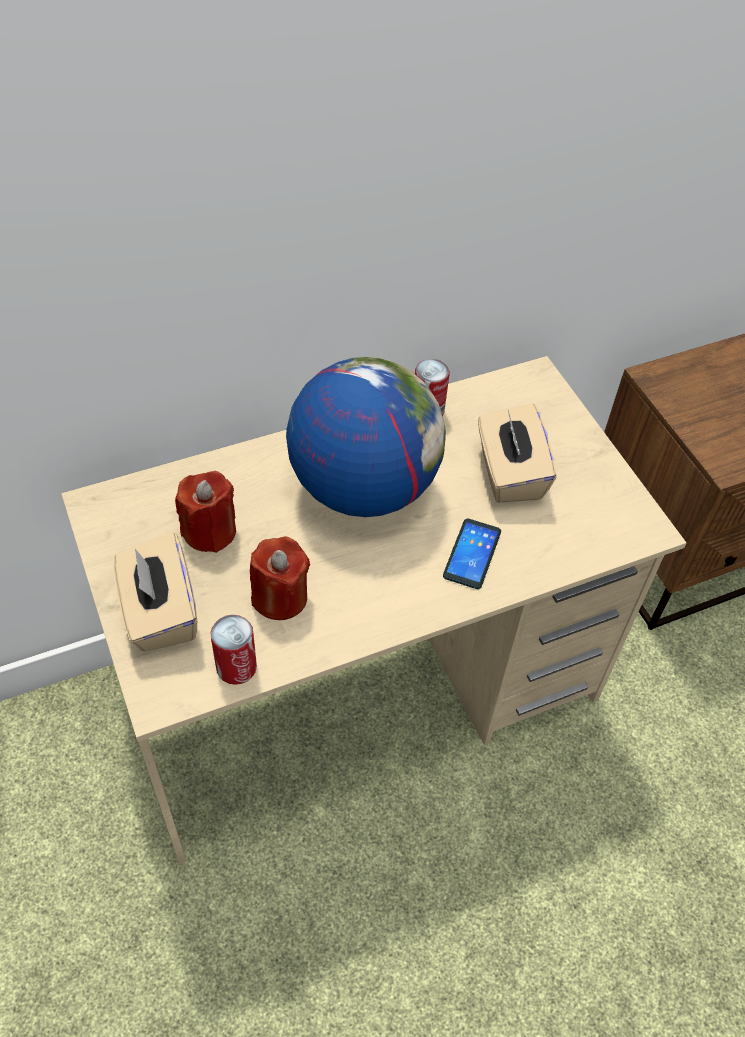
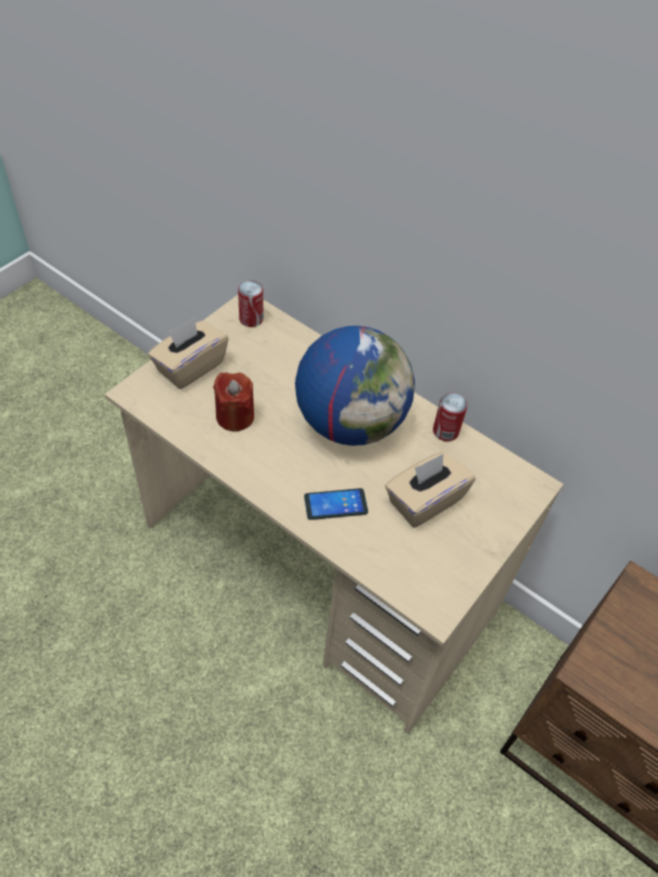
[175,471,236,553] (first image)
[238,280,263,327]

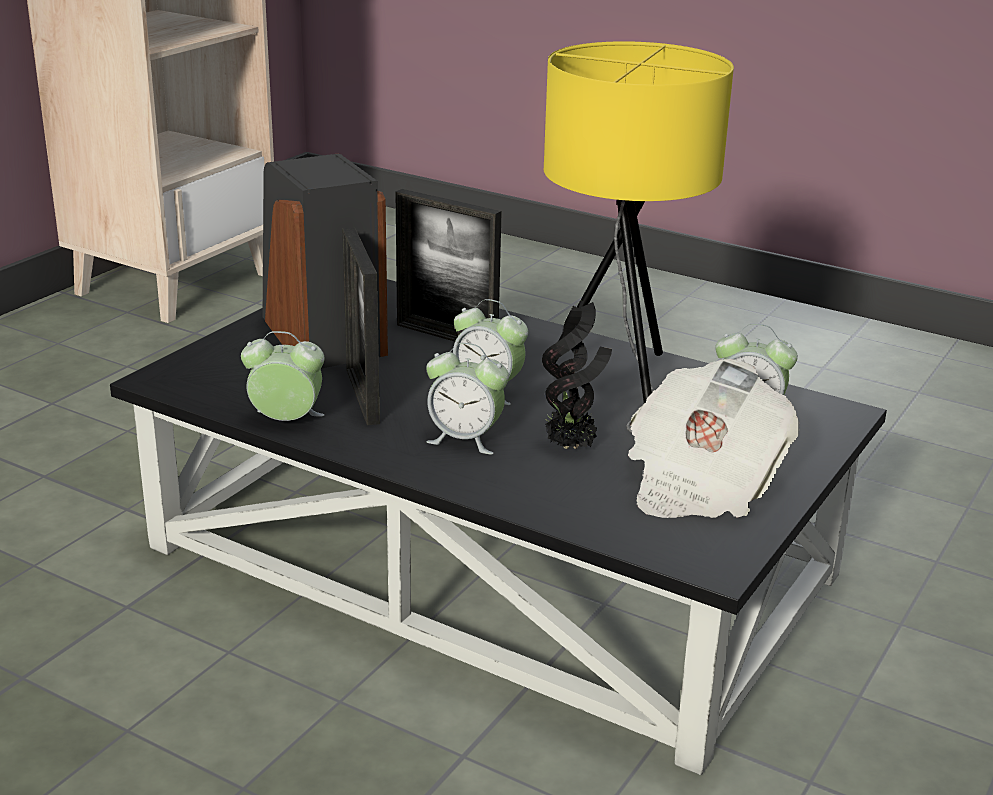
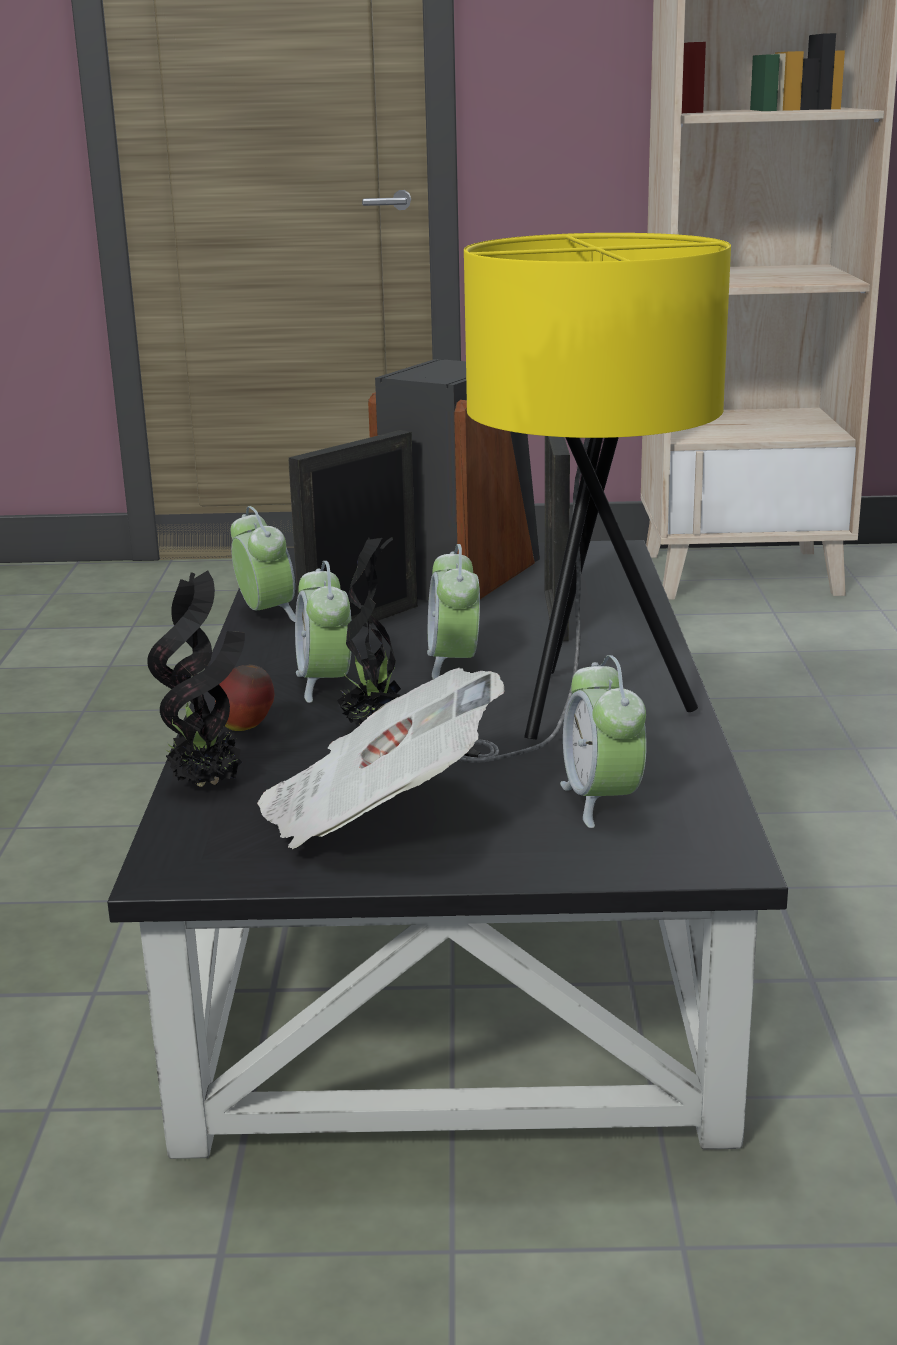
[147,570,245,787]
[215,665,274,731]

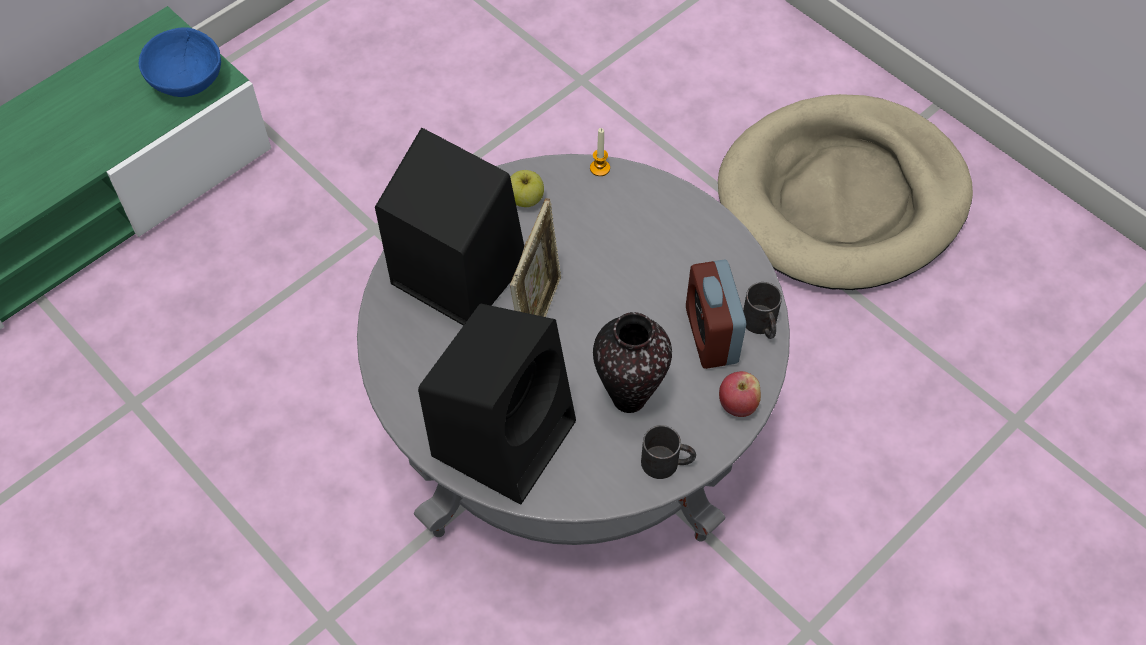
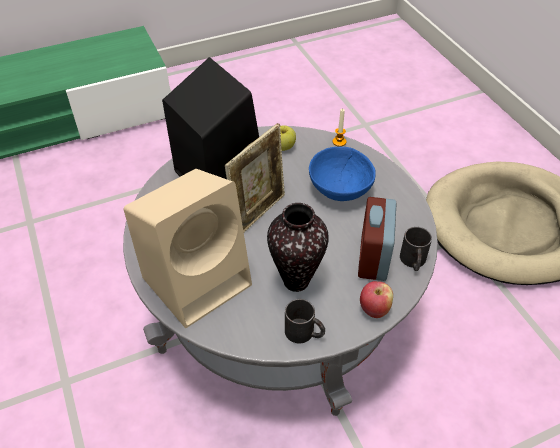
[309,147,376,201]
[123,169,252,328]

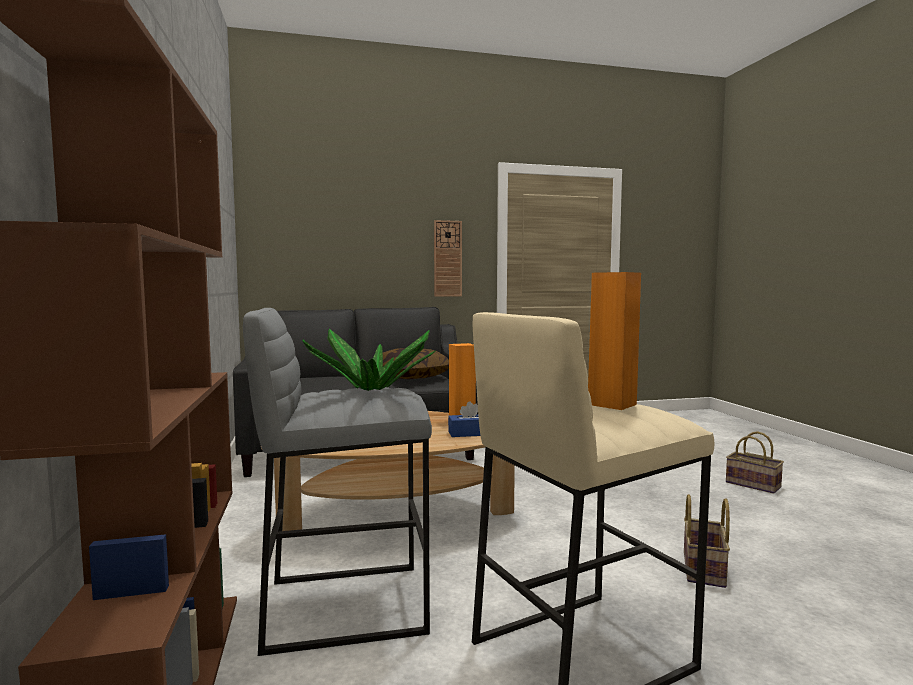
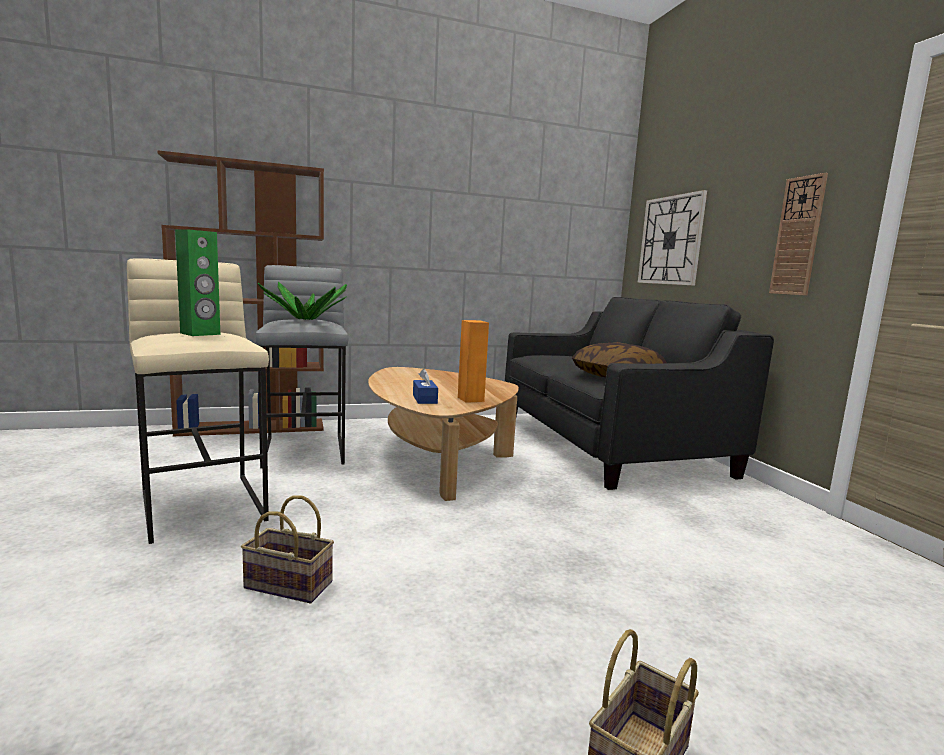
[175,229,220,336]
[638,190,707,286]

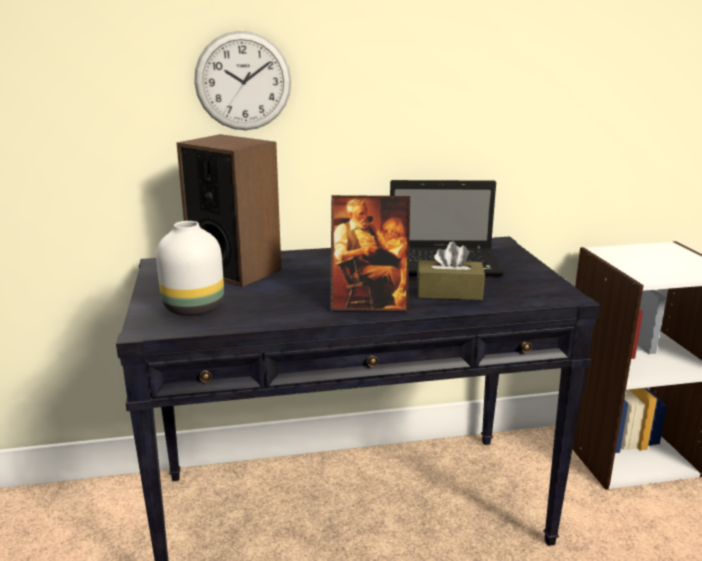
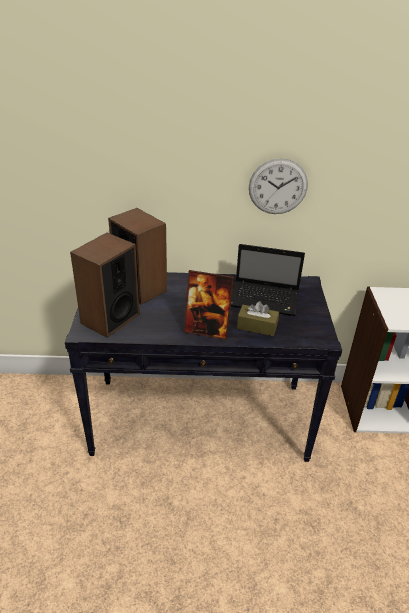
[70,233,139,338]
[249,158,308,214]

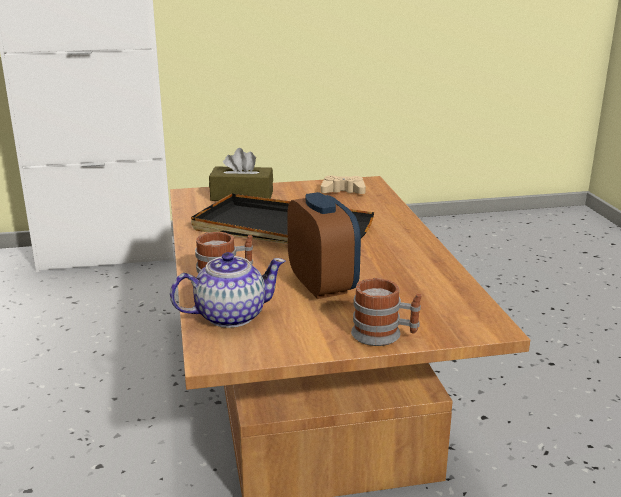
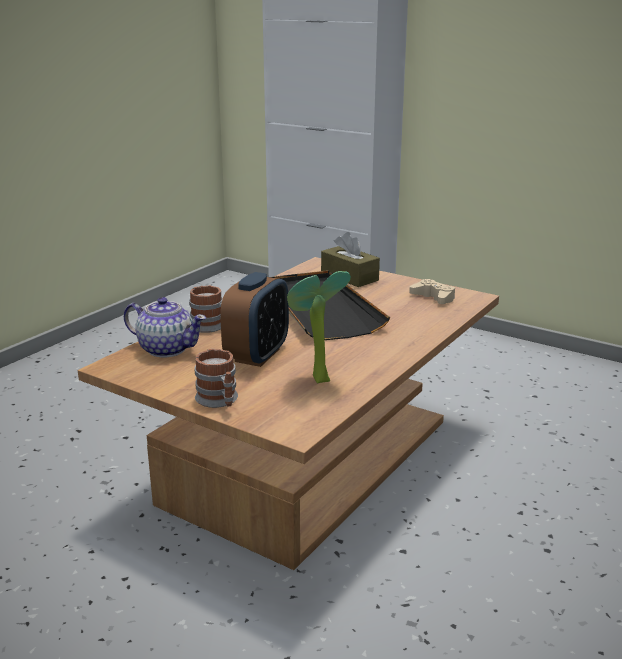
[287,271,351,384]

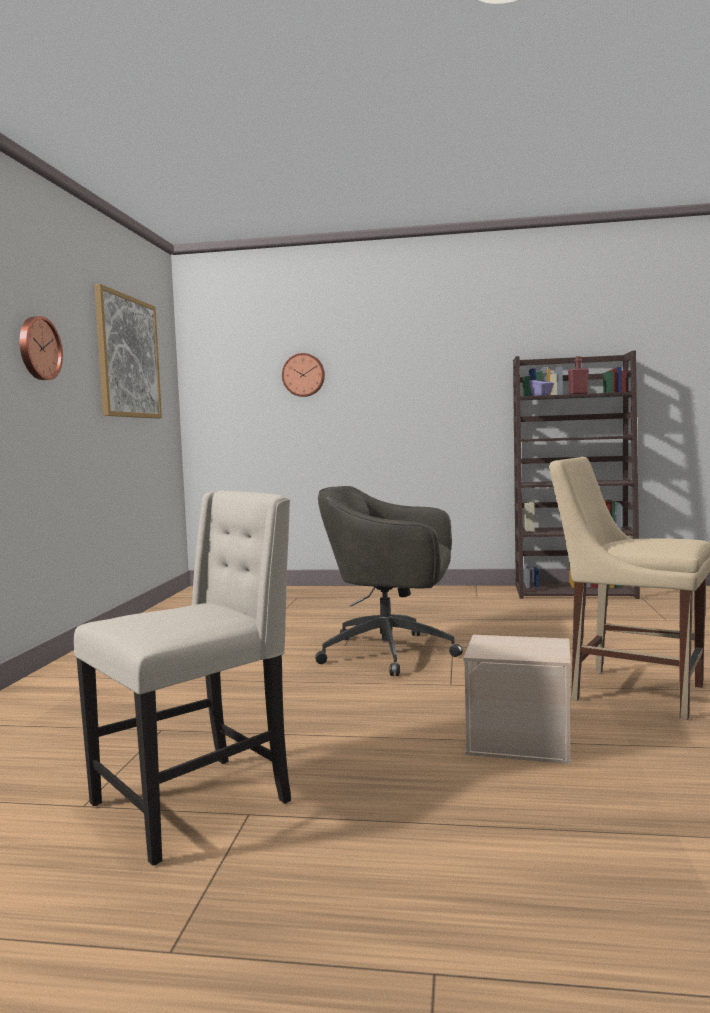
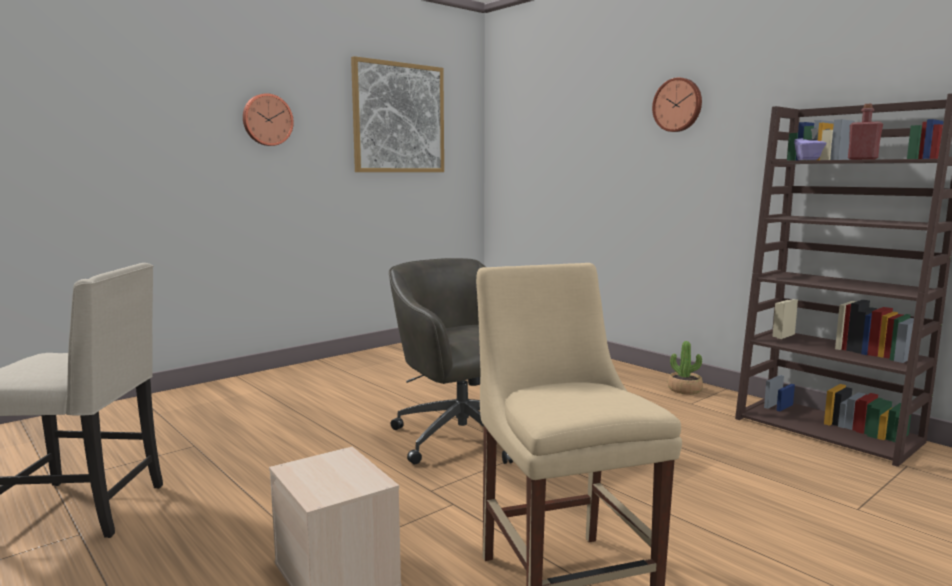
[652,77,702,132]
[668,341,703,394]

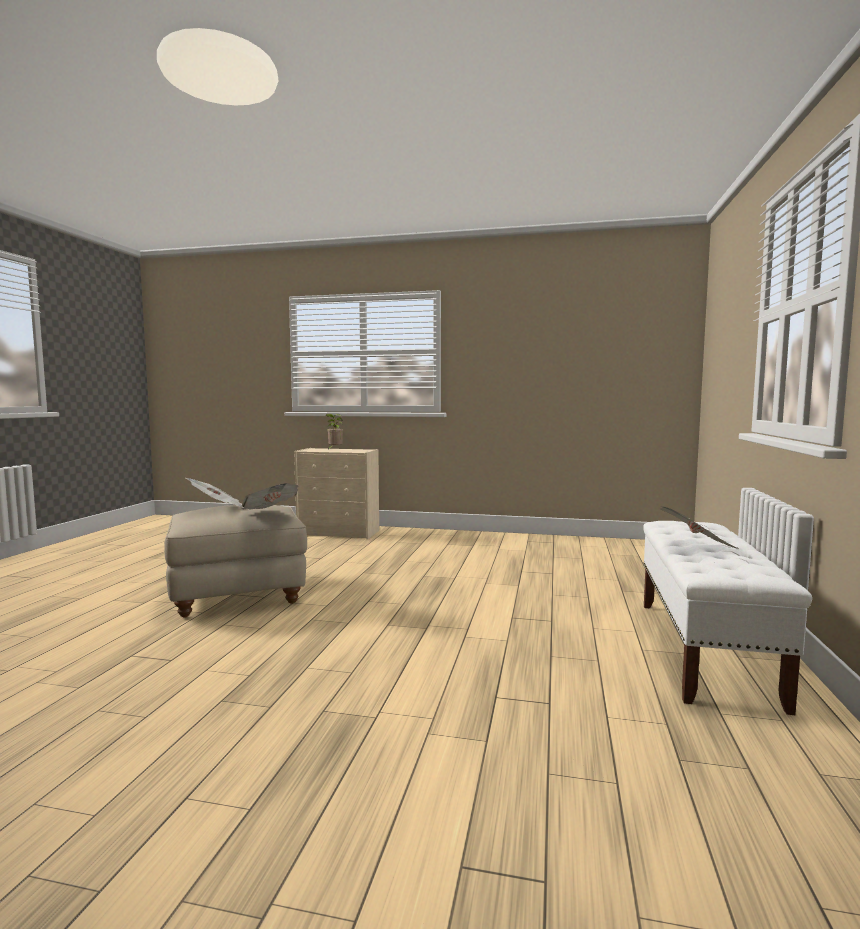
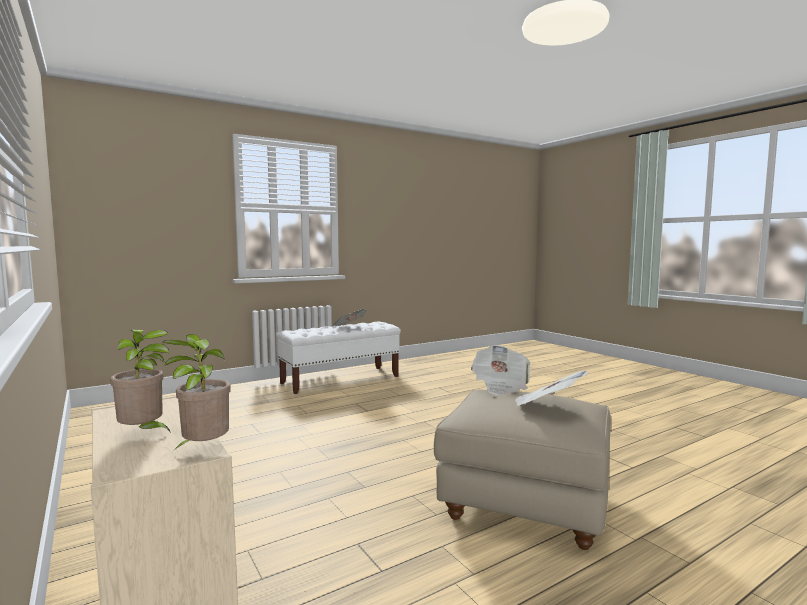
[163,334,231,450]

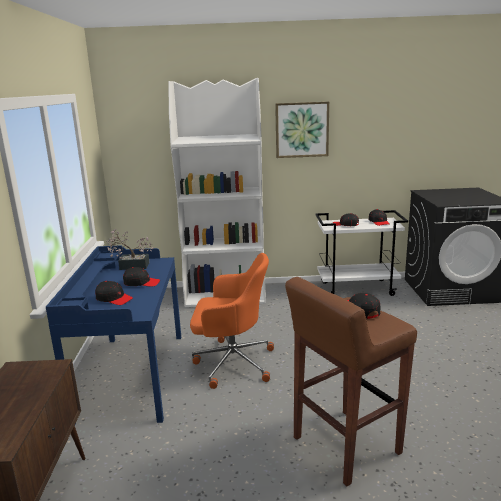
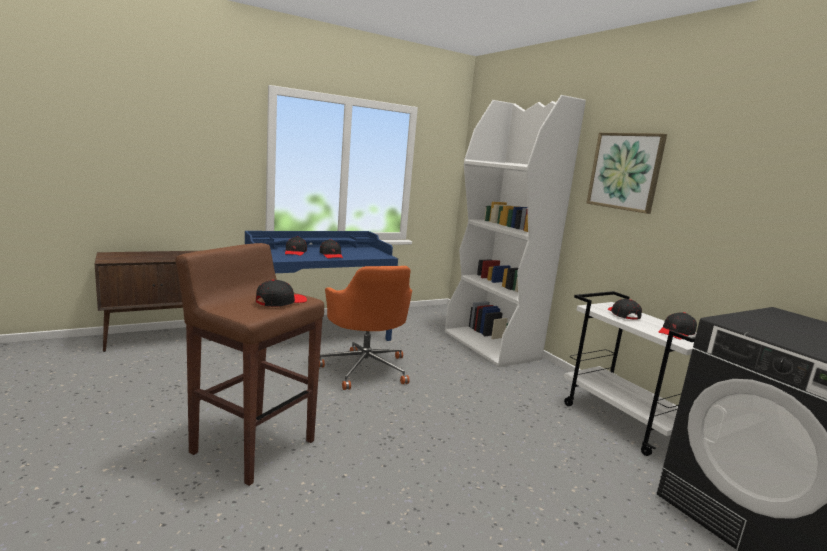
[106,229,154,270] (first image)

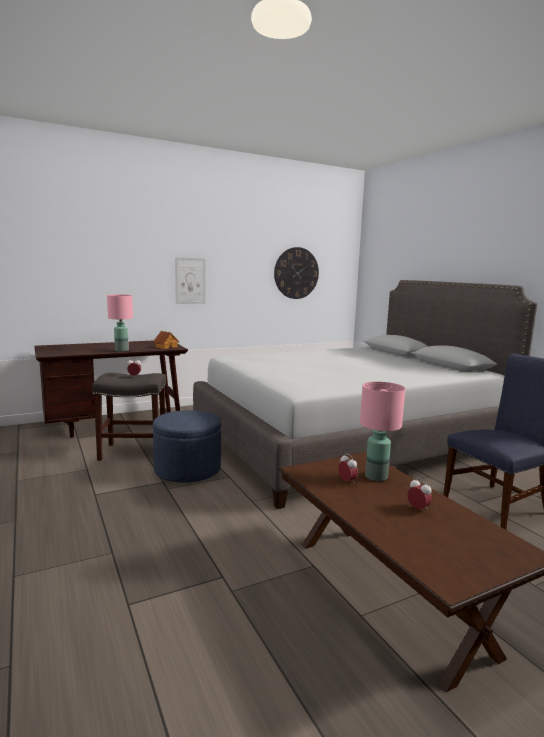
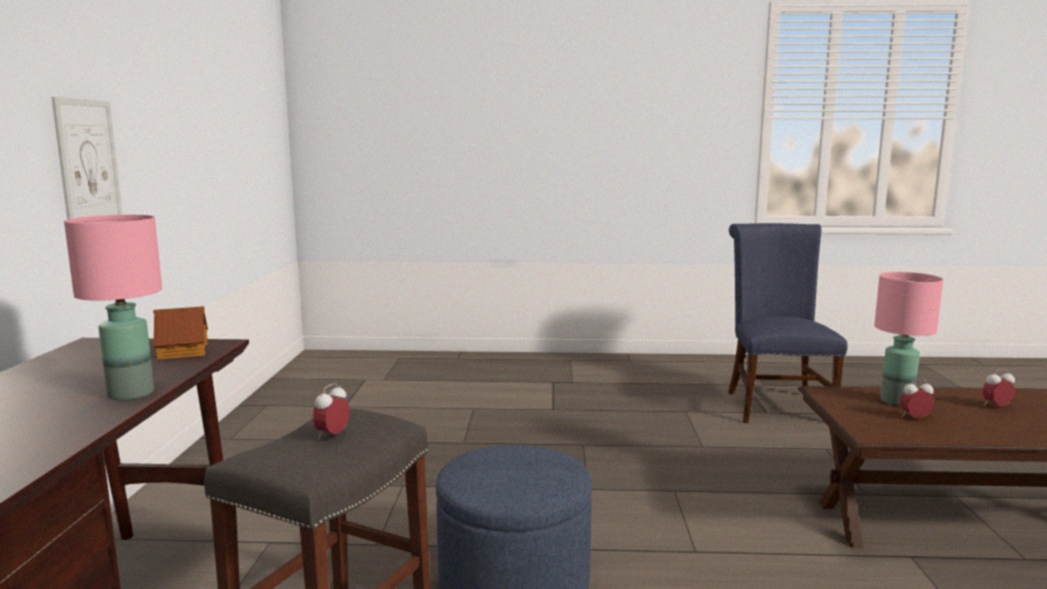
[193,280,537,509] (first image)
[274,247,319,299] (first image)

